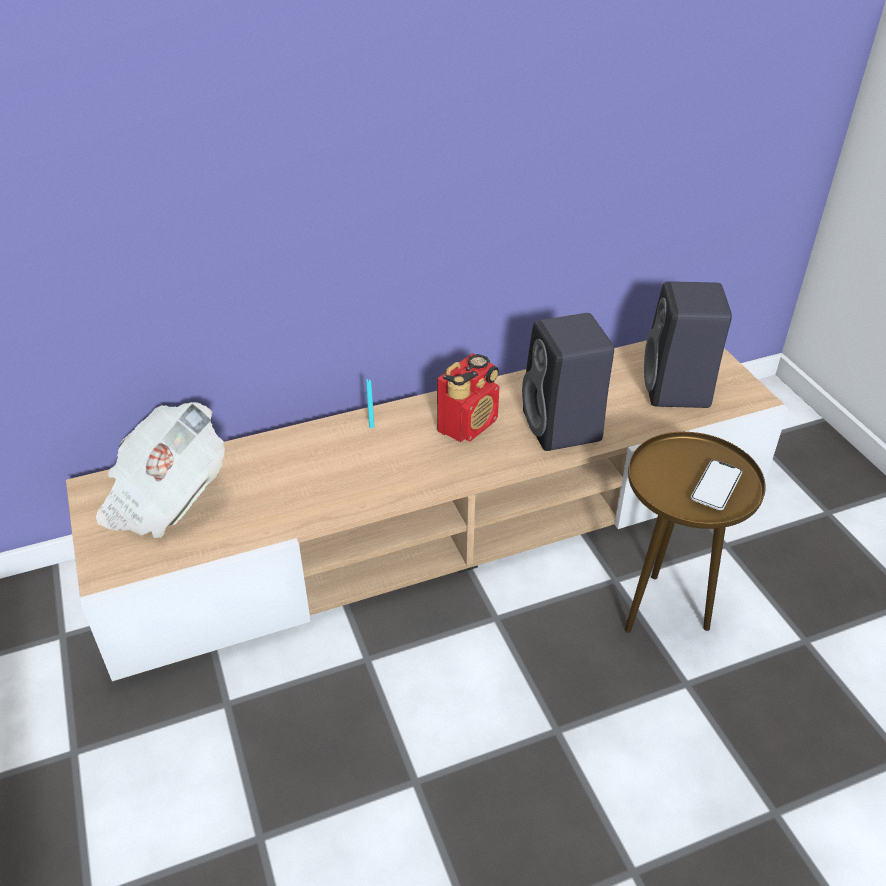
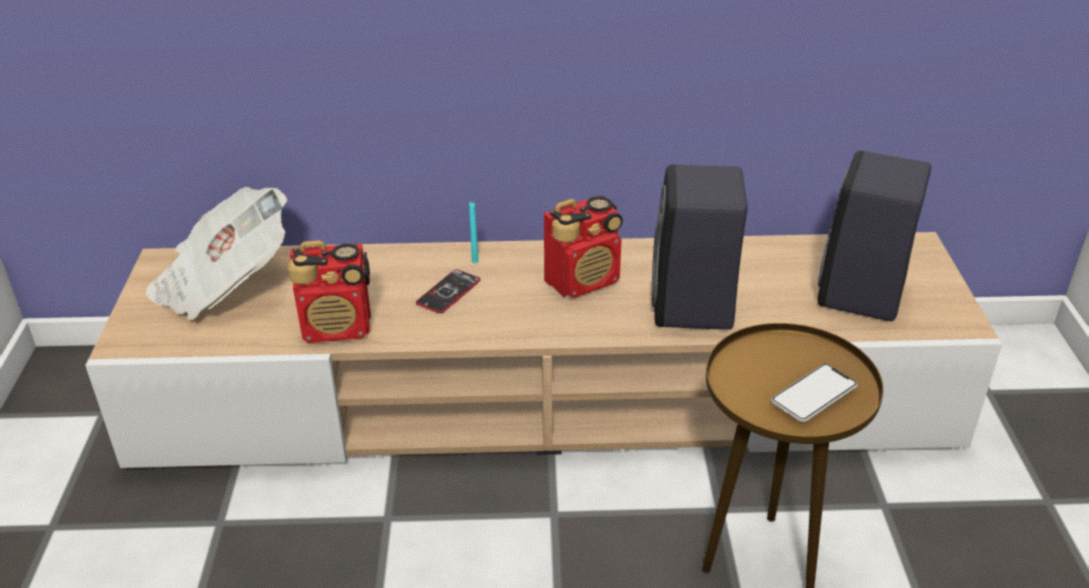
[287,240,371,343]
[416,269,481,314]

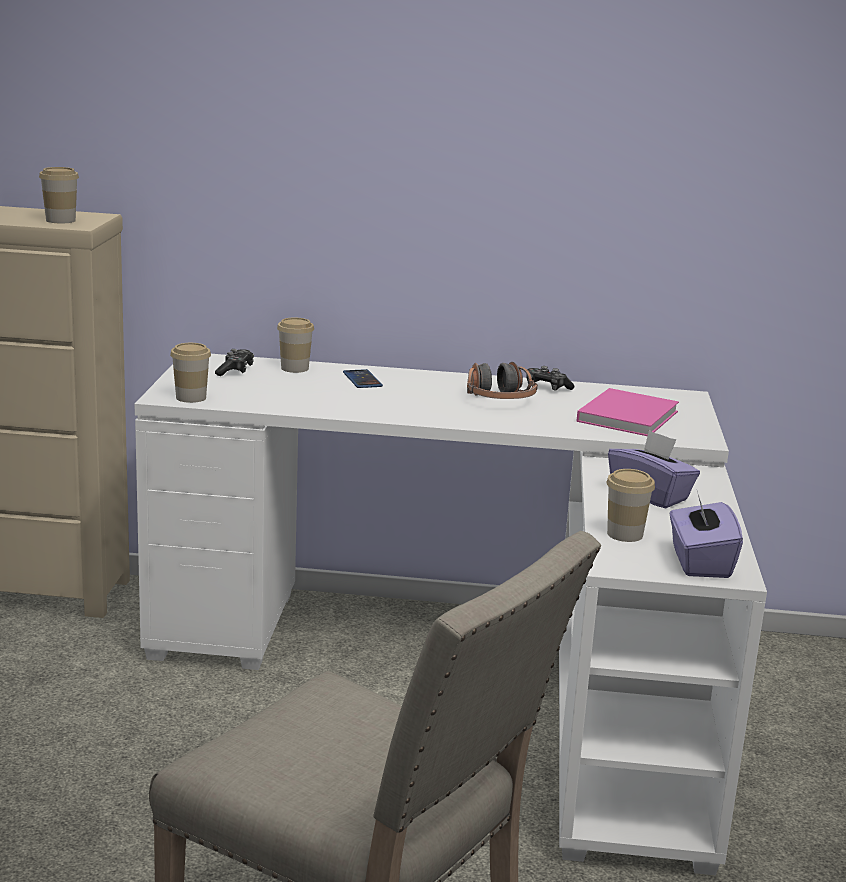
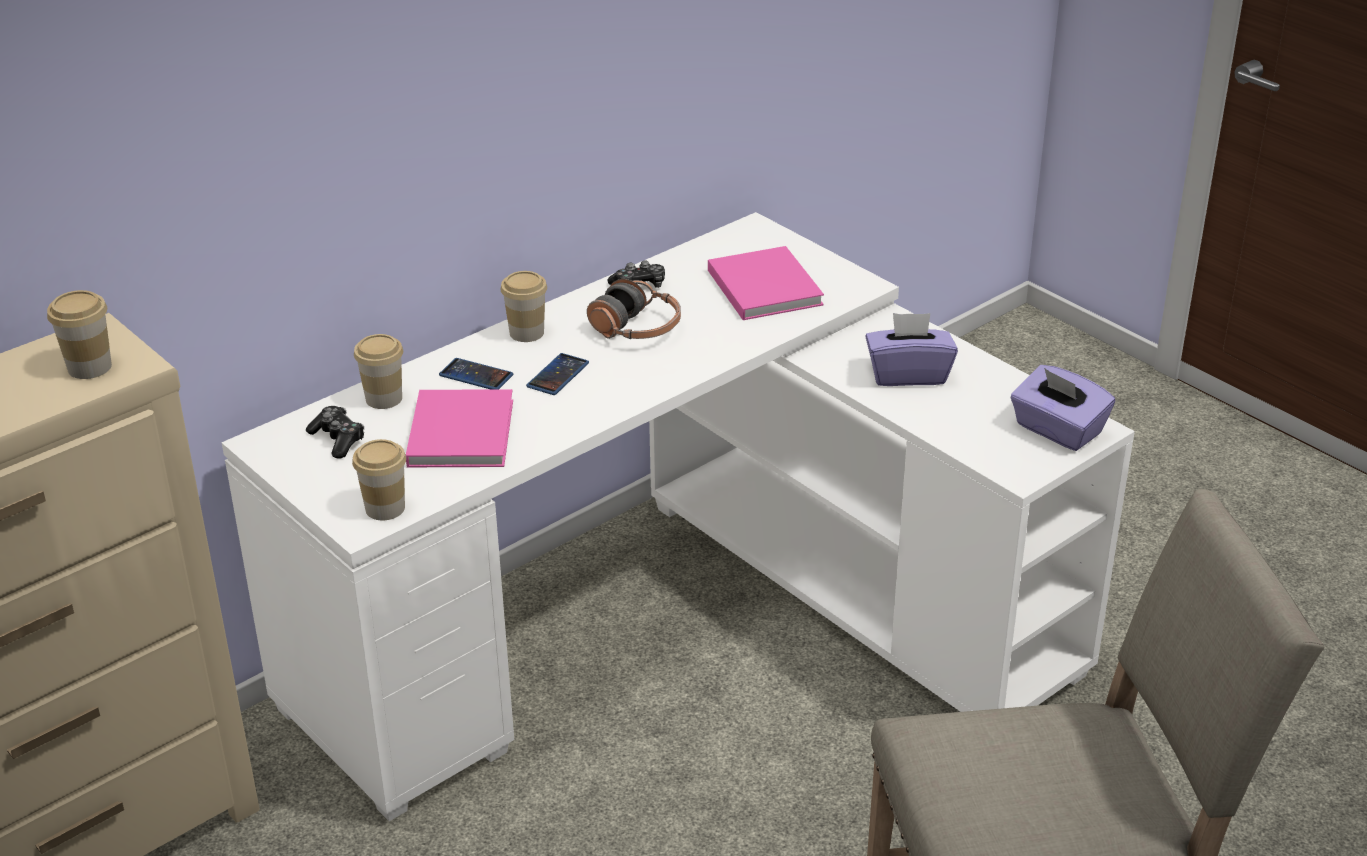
[501,271,547,342]
[406,389,513,467]
[526,353,589,395]

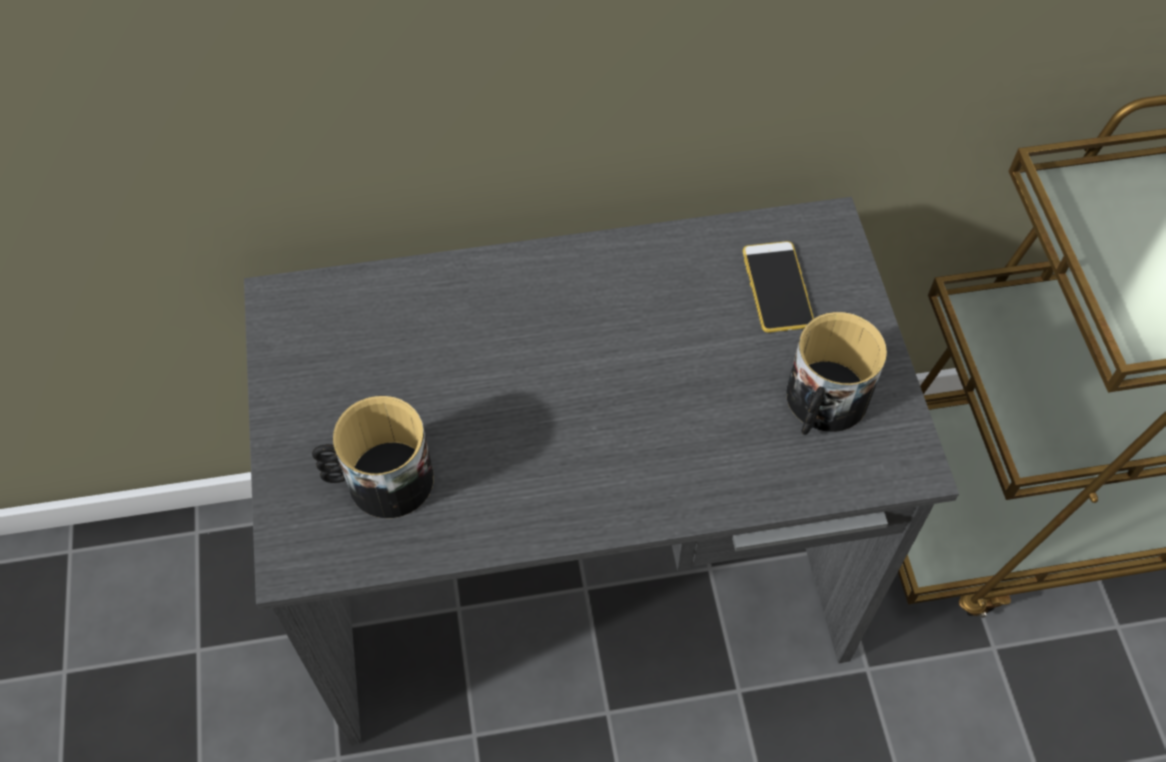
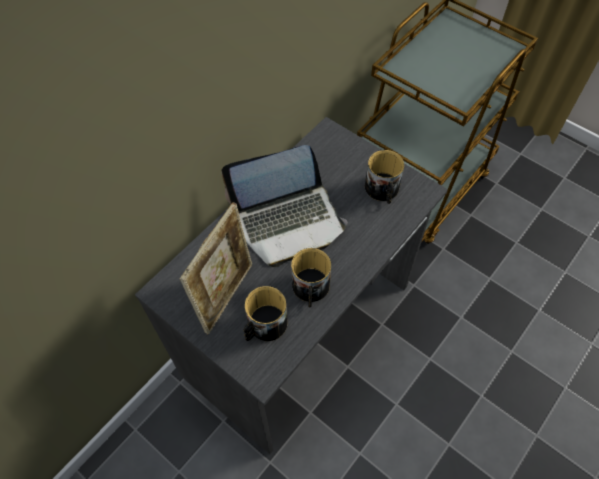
[743,241,814,333] (first image)
[180,202,252,335]
[221,145,348,267]
[291,248,331,308]

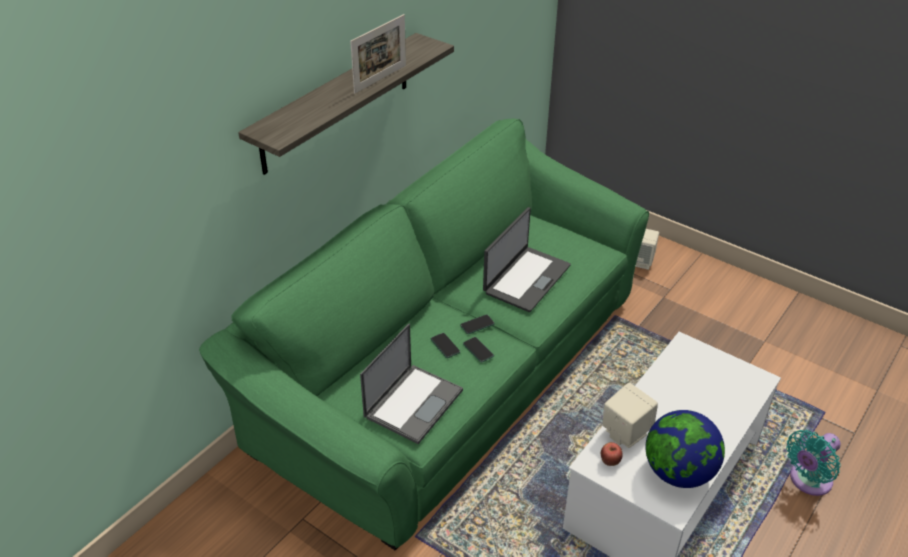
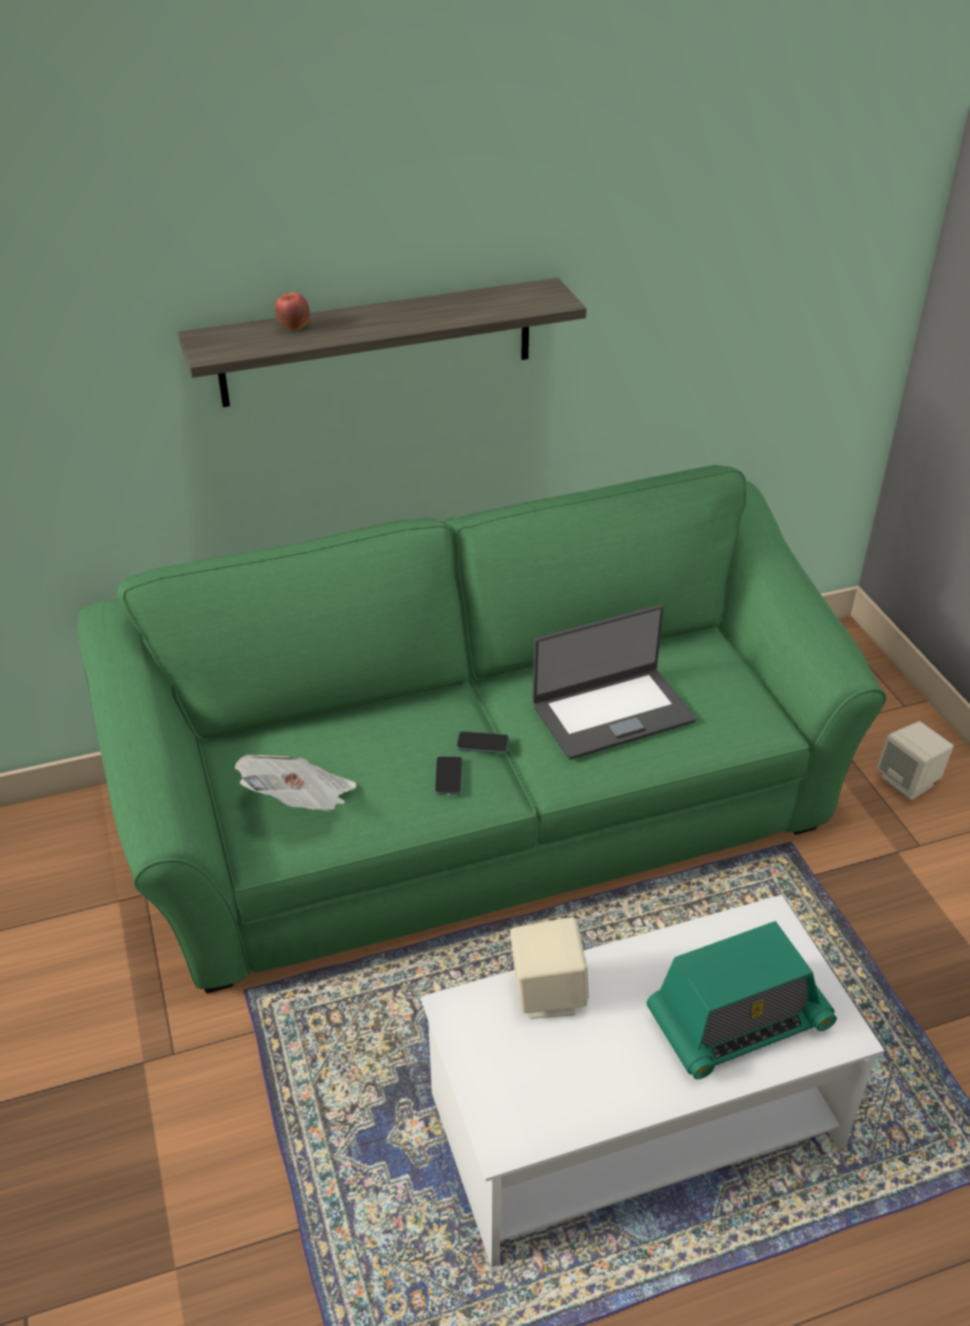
[350,14,406,93] (first image)
[235,755,357,812]
[431,333,460,358] (first image)
[275,292,310,330]
[646,410,725,488] (first image)
[786,430,841,496] (first image)
[646,921,837,1079]

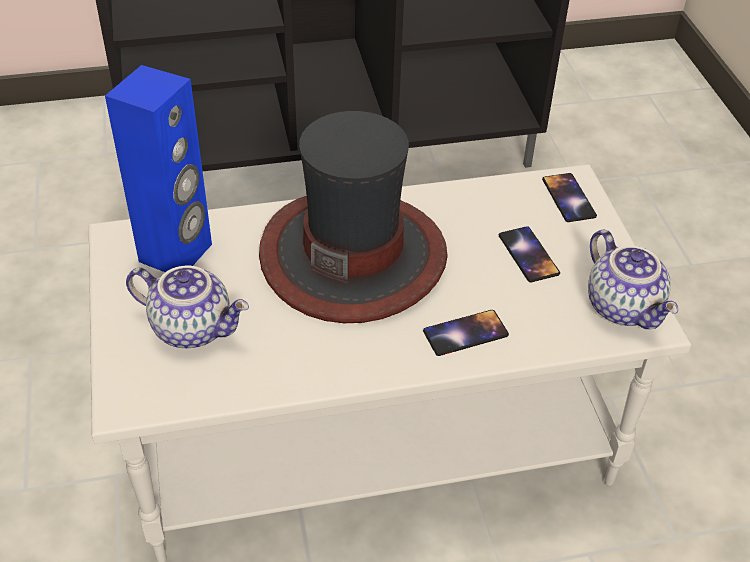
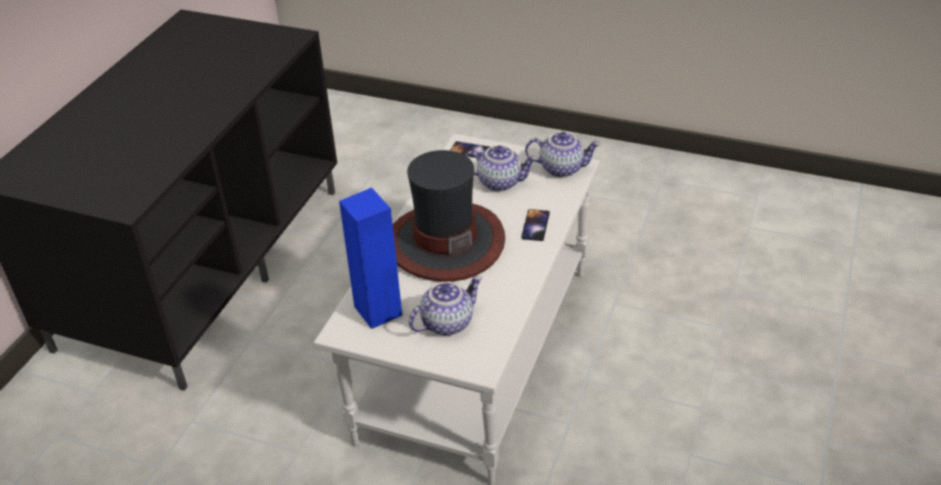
[465,145,537,191]

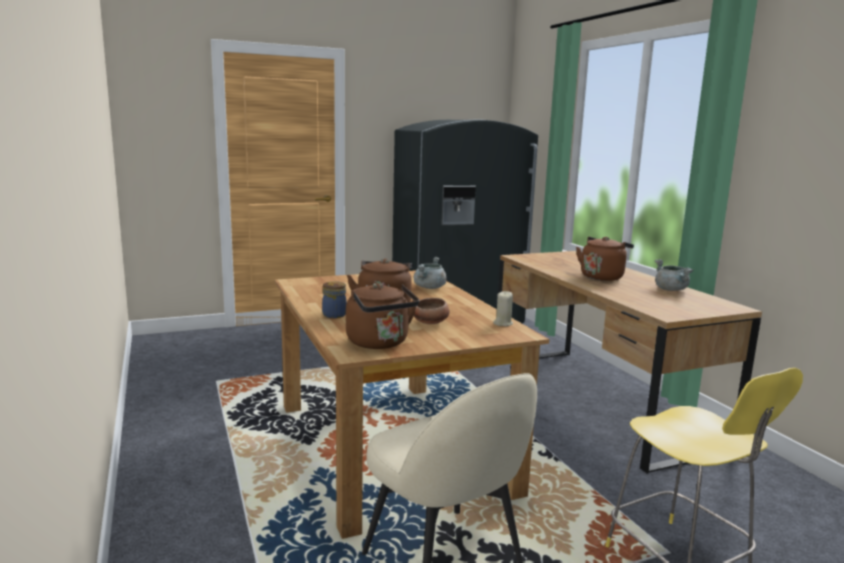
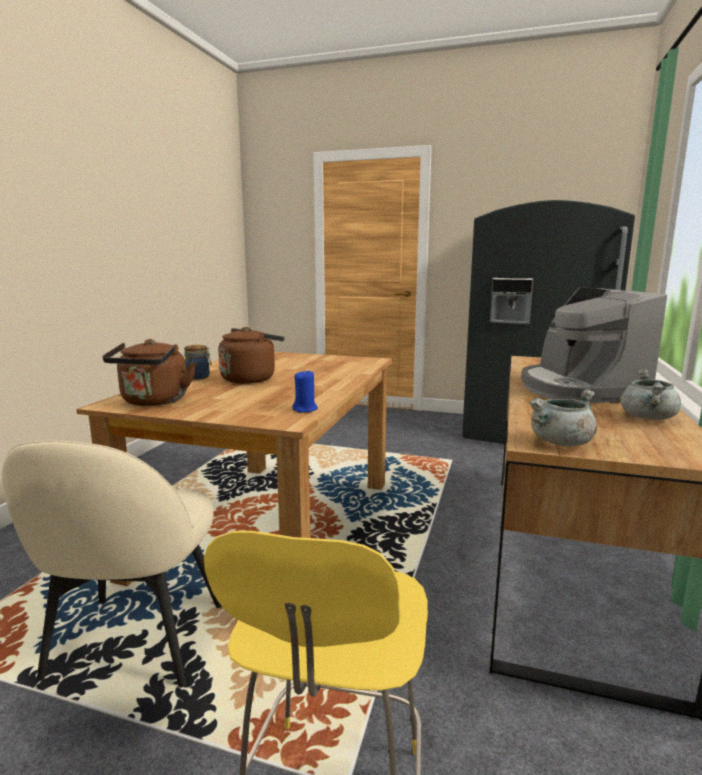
[528,389,597,447]
[414,298,450,324] (first image)
[292,370,318,413]
[521,287,667,403]

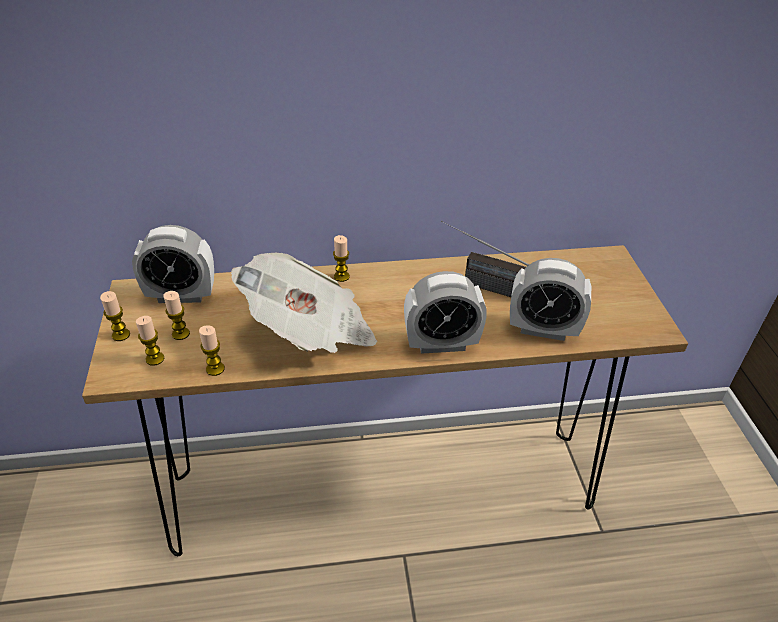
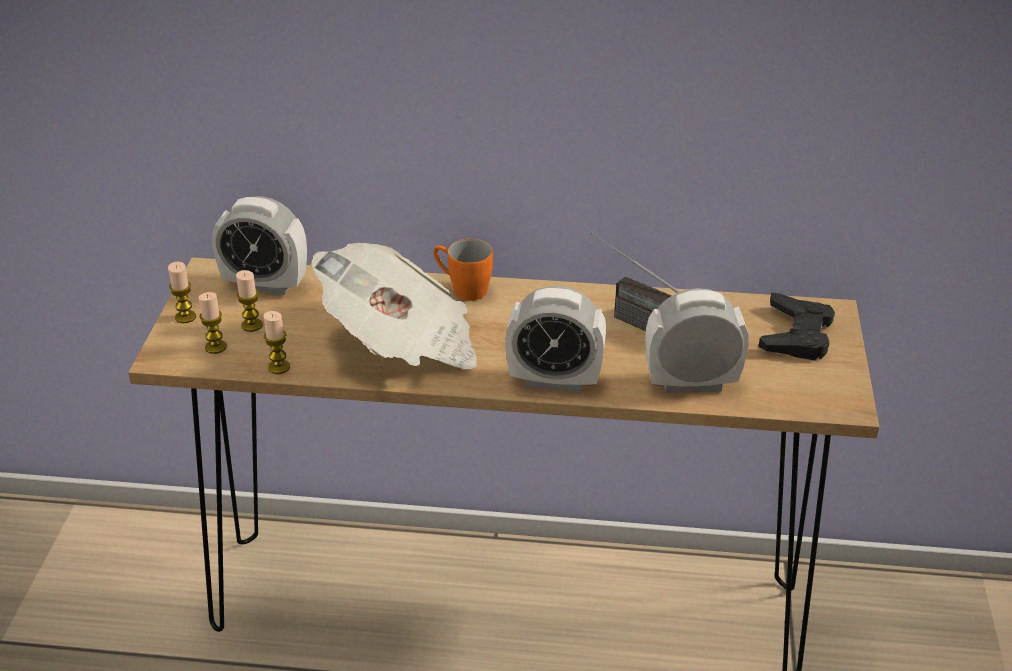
[434,239,493,301]
[645,288,749,393]
[758,292,835,360]

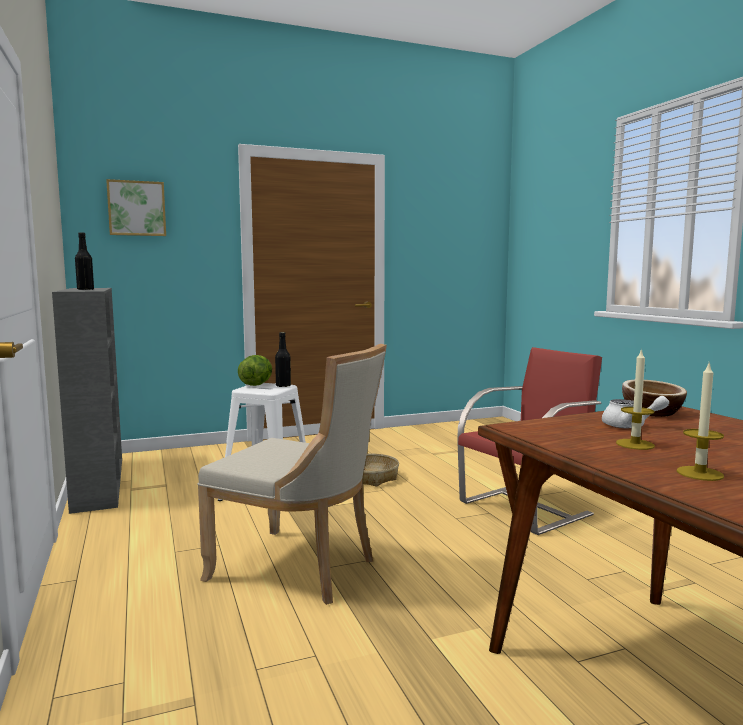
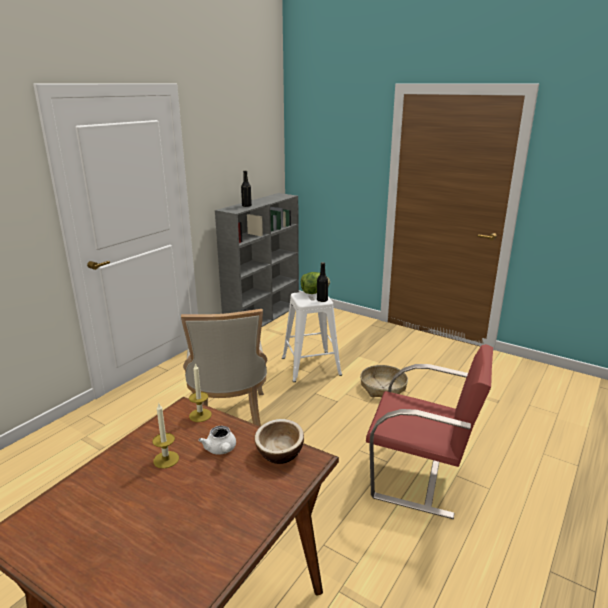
[106,179,166,236] (first image)
[189,363,212,422]

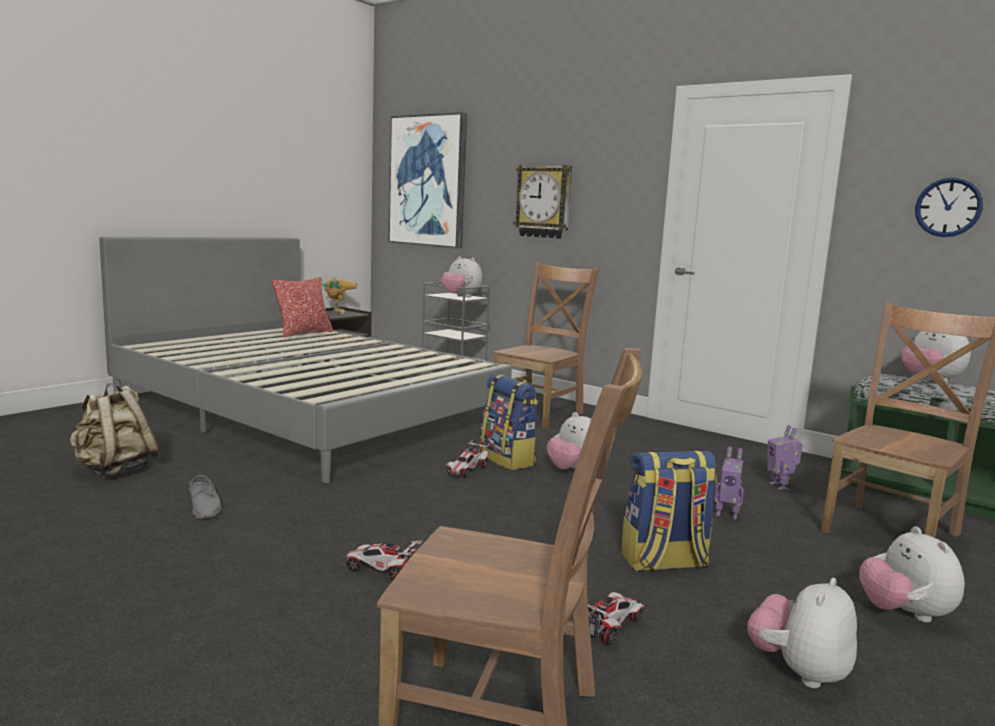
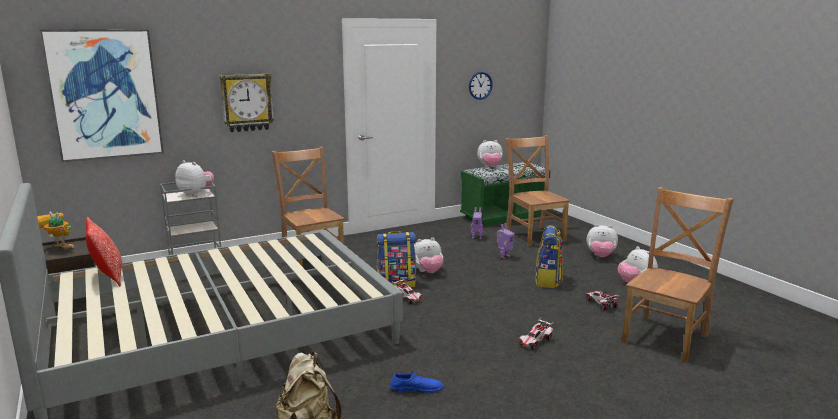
[390,371,444,393]
[175,160,214,197]

